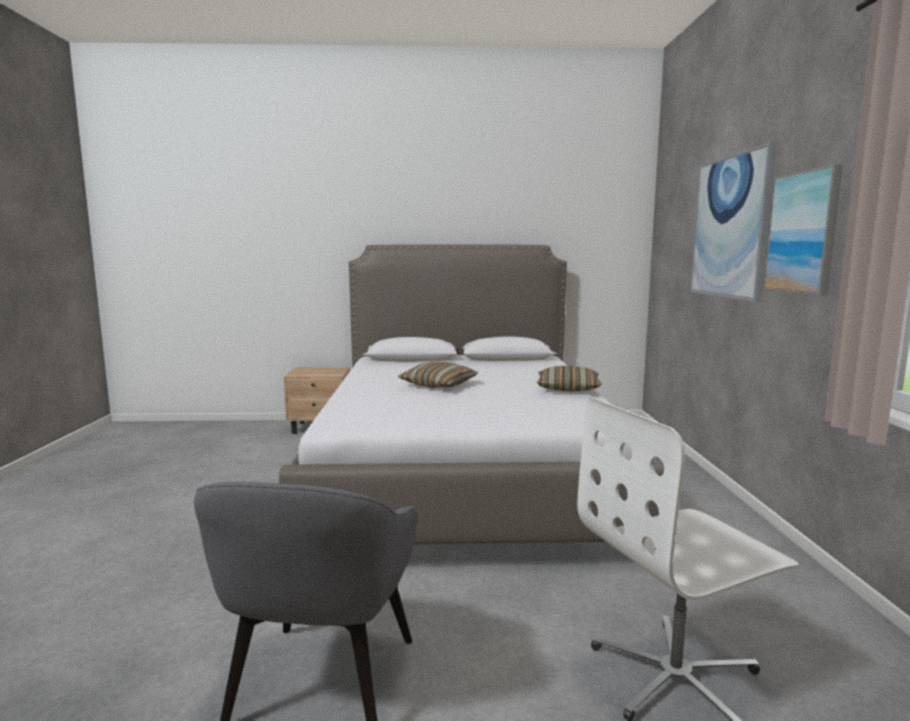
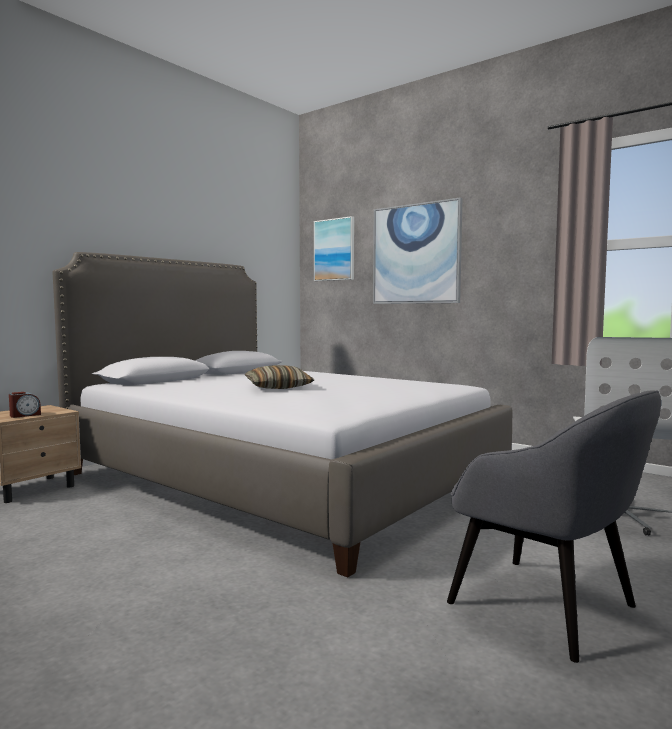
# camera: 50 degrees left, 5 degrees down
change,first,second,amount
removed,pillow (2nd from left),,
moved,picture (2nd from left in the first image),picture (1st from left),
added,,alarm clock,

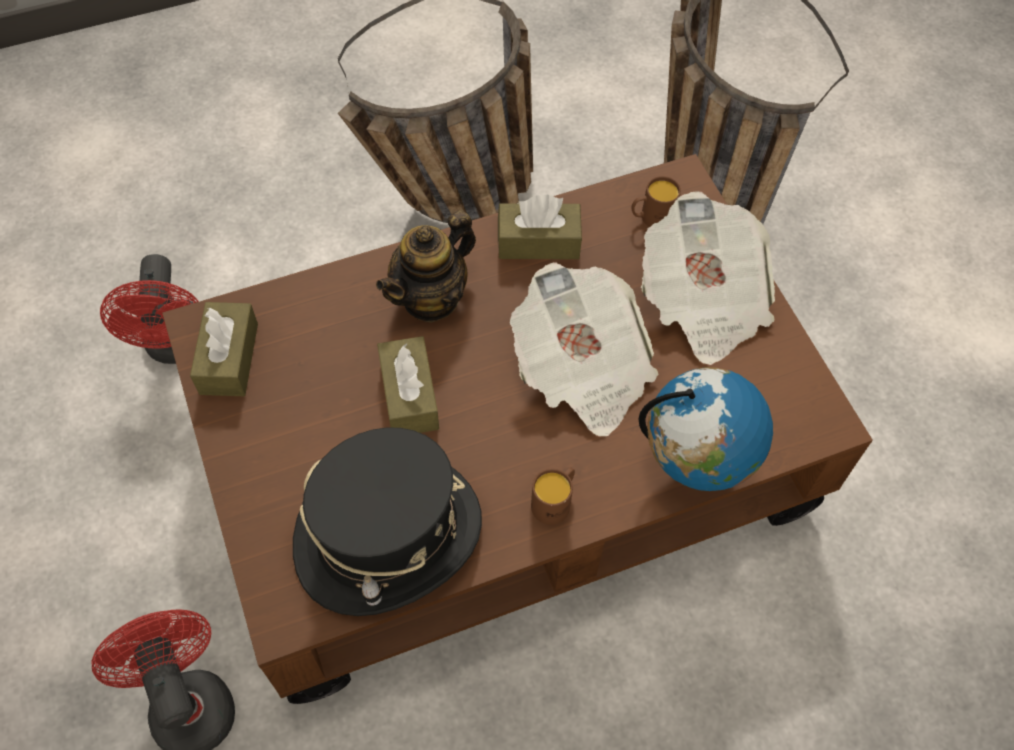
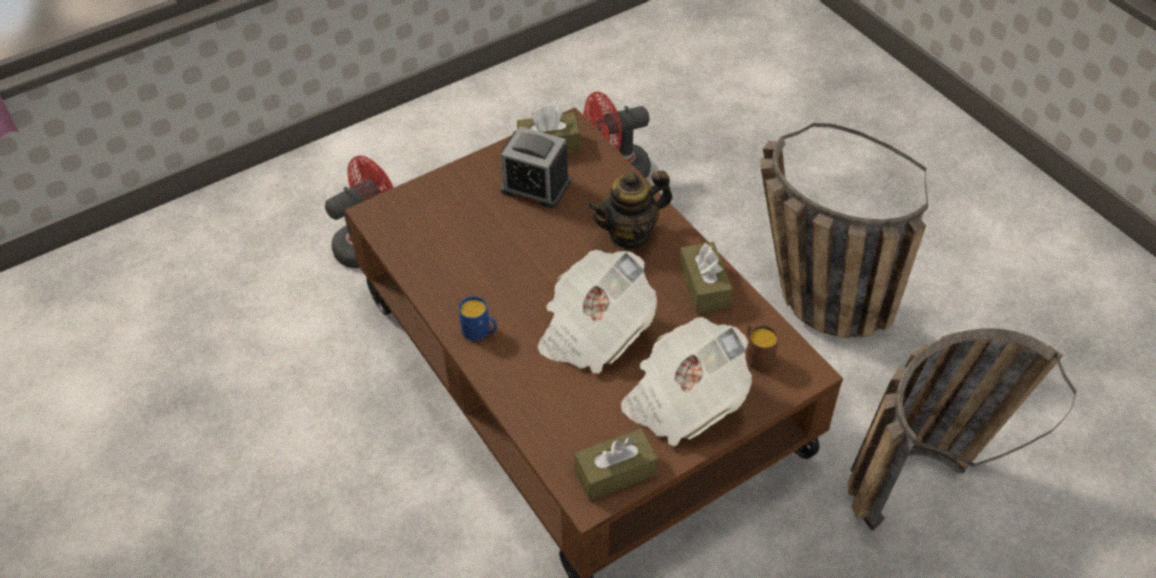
# camera: 80 degrees right, 10 degrees down
change,first,second,amount
removed,black hat,,
turned,teapot,,60 degrees counterclockwise
moved,brown tissue box (2nd from left),,
recoloured,brown mug (1st from left),blue mug,
removed,globe,,
added,,alarm clock,

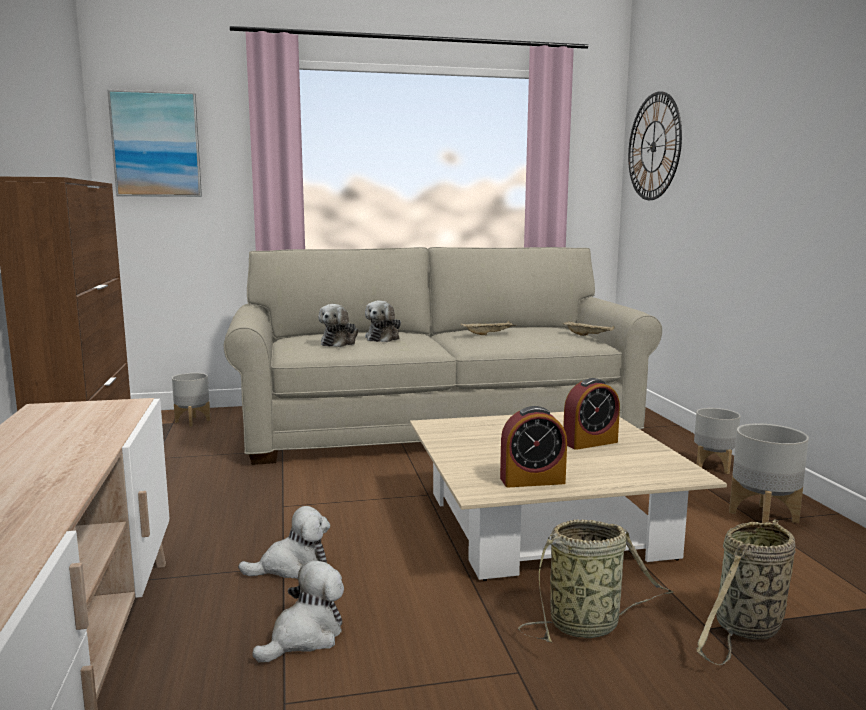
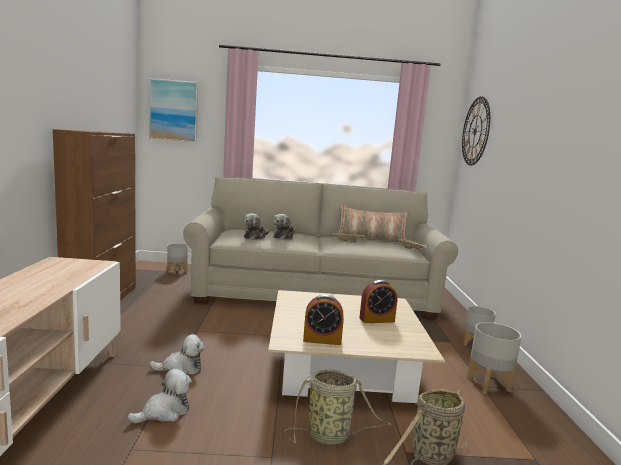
# camera: 10 degrees right, 0 degrees up
change,first,second,amount
added,,pillow,

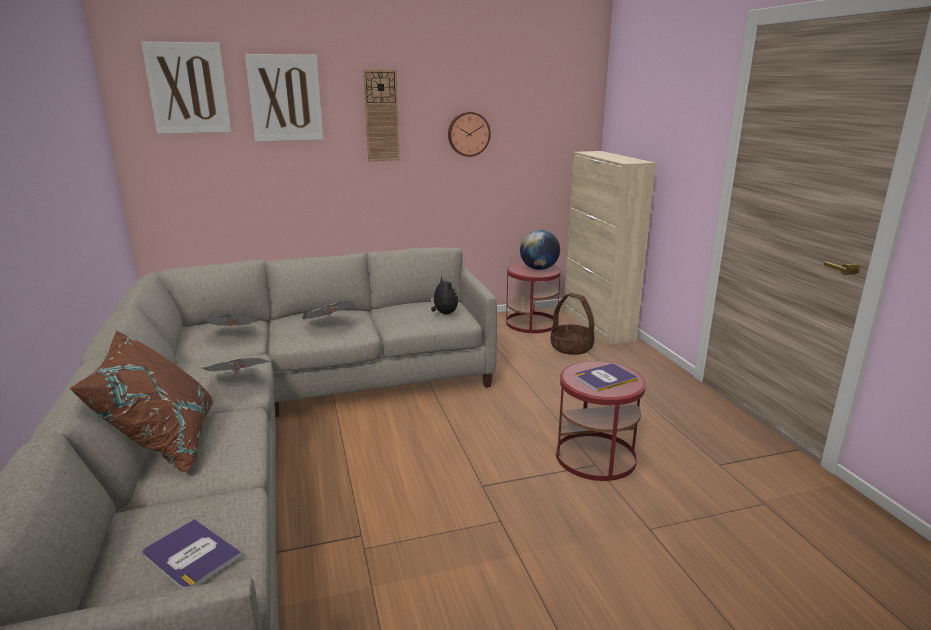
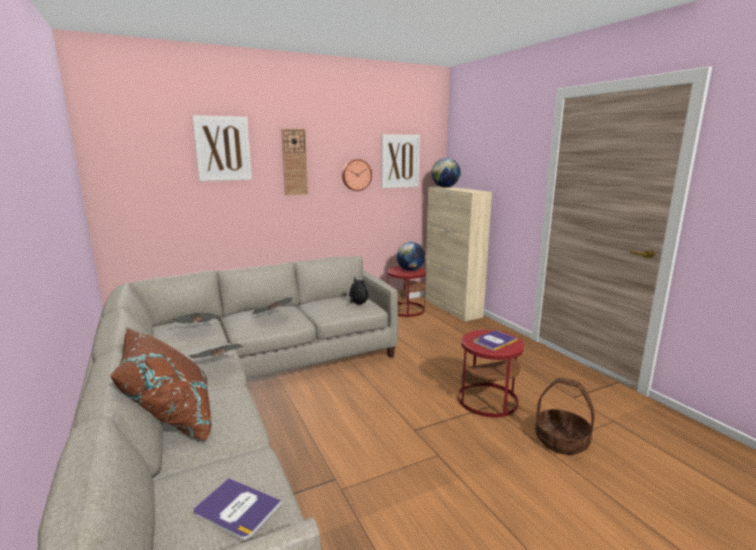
# camera: 10 degrees left, 5 degrees down
change,first,second,amount
moved,picture (1st from left in the first image),picture (2nd from left),
moved,basket,,
added,,globe (2nd from left),

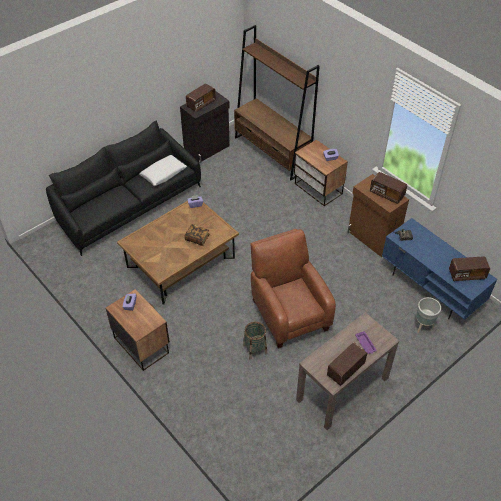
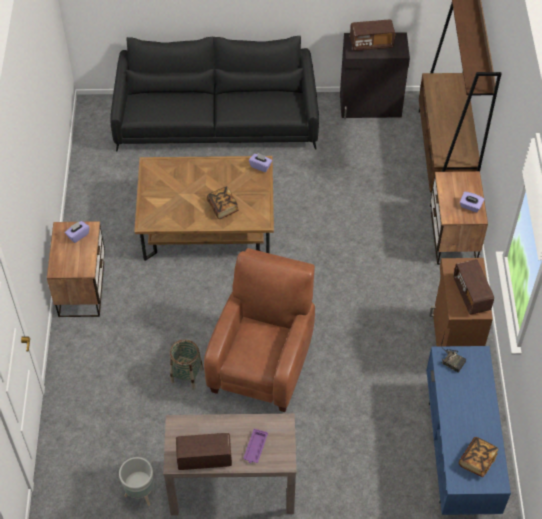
# camera: 40 degrees right, 5 degrees up
change,first,second,amount
removed,white pillow,,
moved,grey planter,,
replaced,radio (5th from left),book (2nd from left),

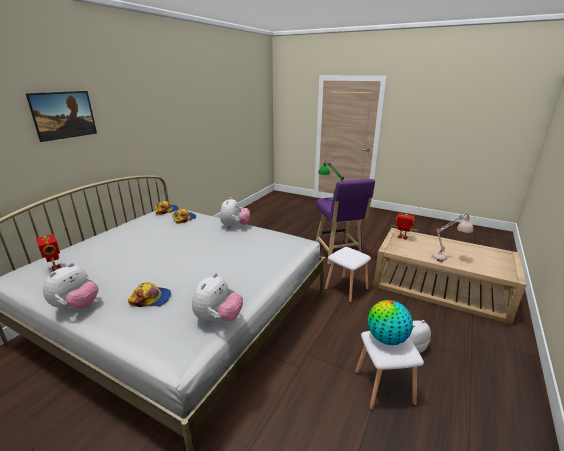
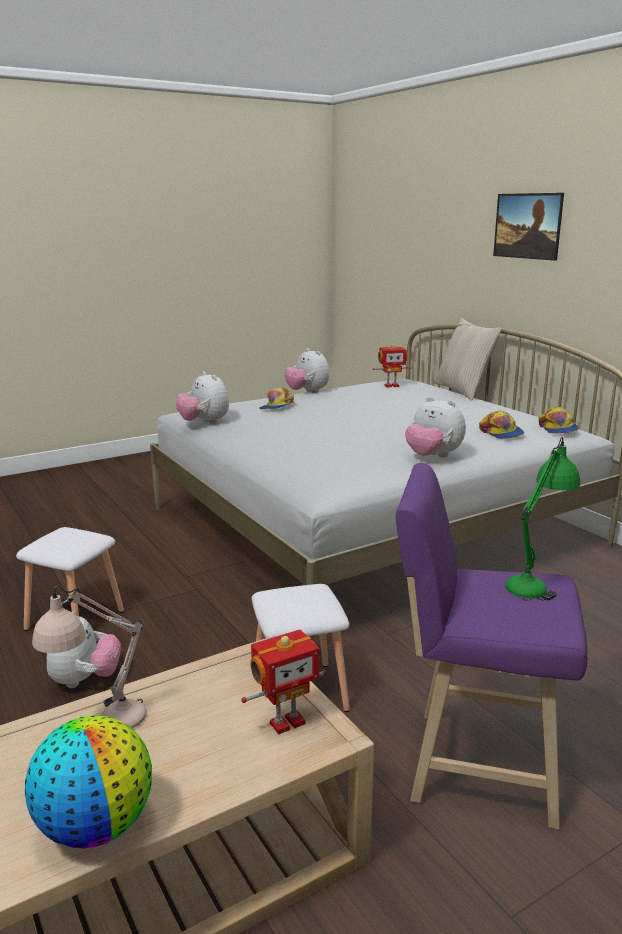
# camera: 120 degrees right, 5 degrees down
change,first,second,amount
moved,globe,,
added,,beige pillow,

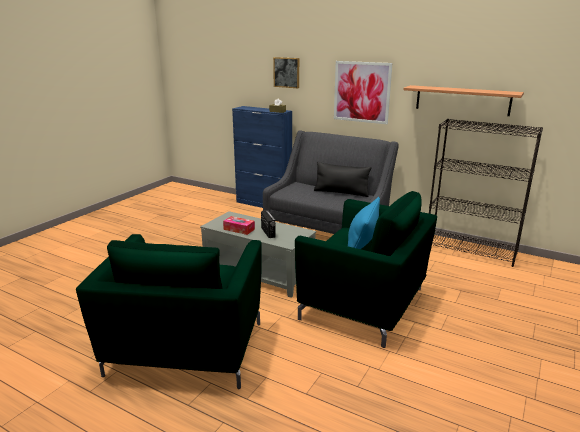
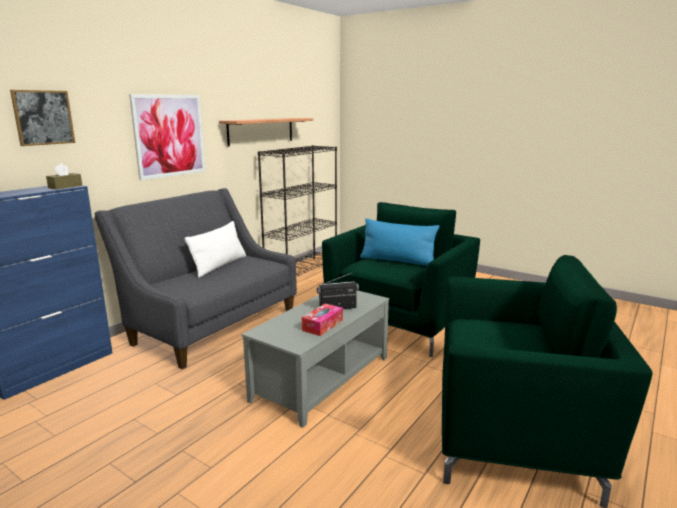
# camera: 85 degrees left, 5 degrees down
change,first,second,amount
recoloured,black pillow,white pillow,

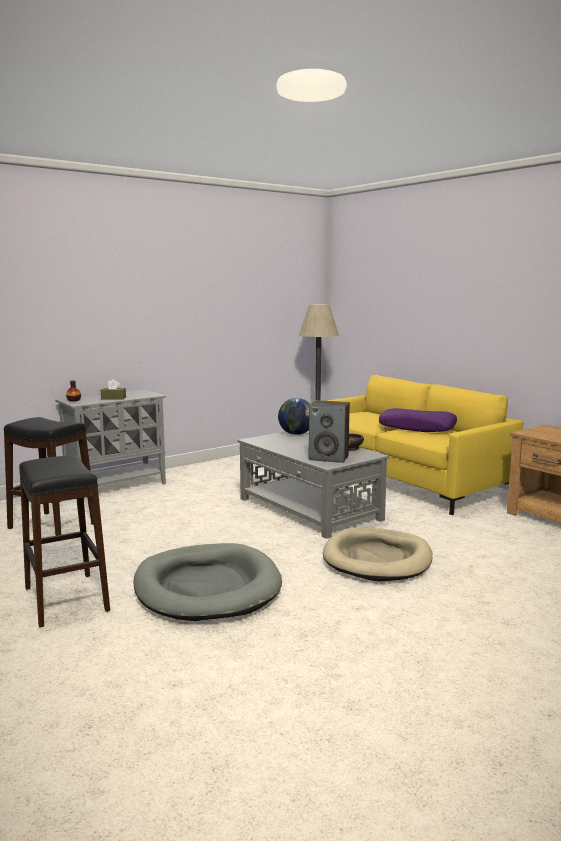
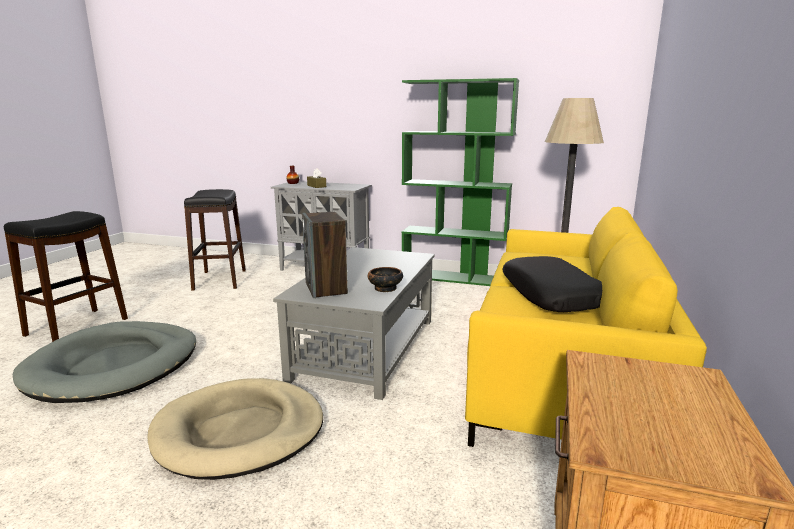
# camera: 55 degrees right, 5 degrees up
change,first,second,amount
removed,globe,,
recoloured,purple pillow,black pillow,
added,,green bookcase,

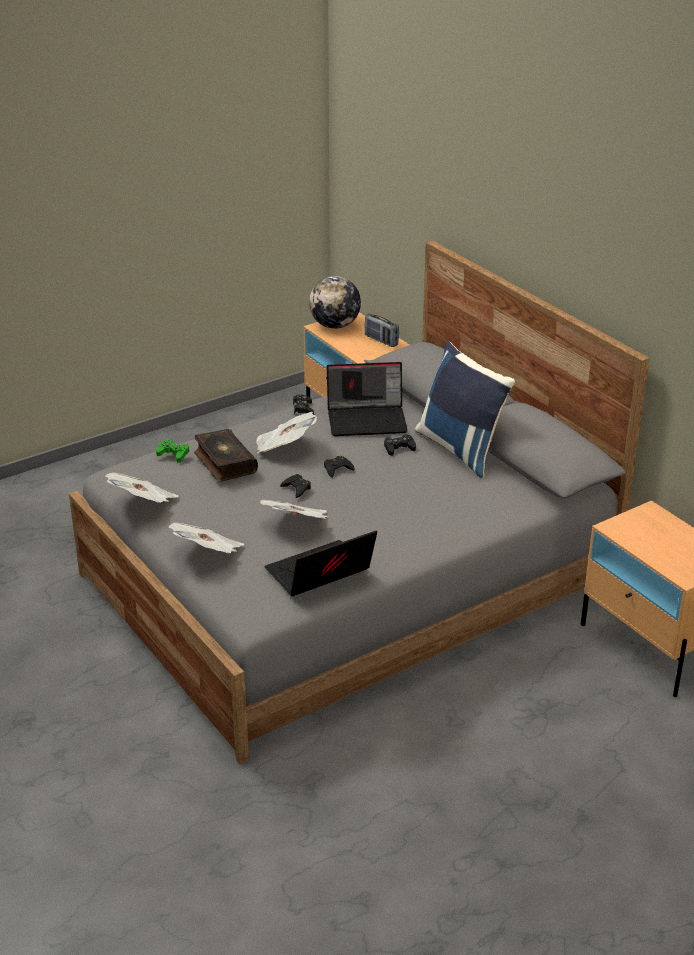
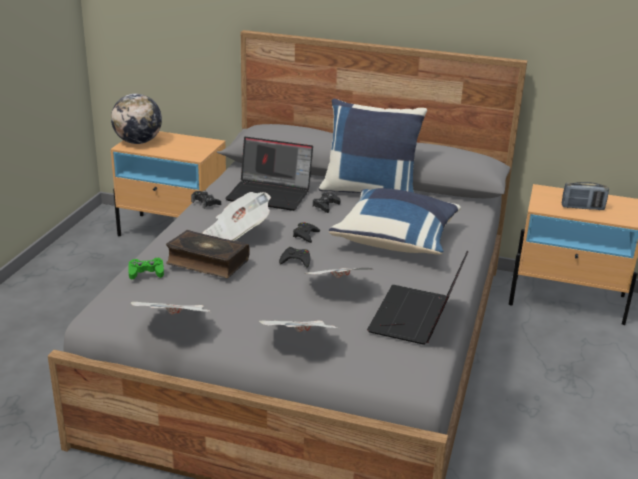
# camera: 40 degrees left, 5 degrees down
change,first,second,amount
turned,laptop (2nd from left in the first image),laptop (1st from left),60 degrees clockwise
moved,radio,,
added,,blue pillow (2nd from left),

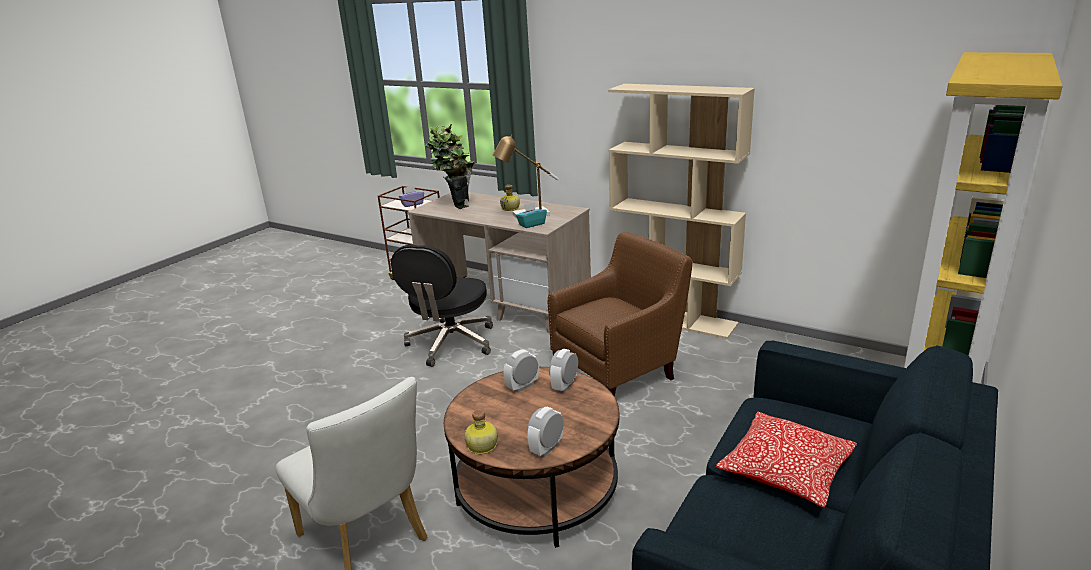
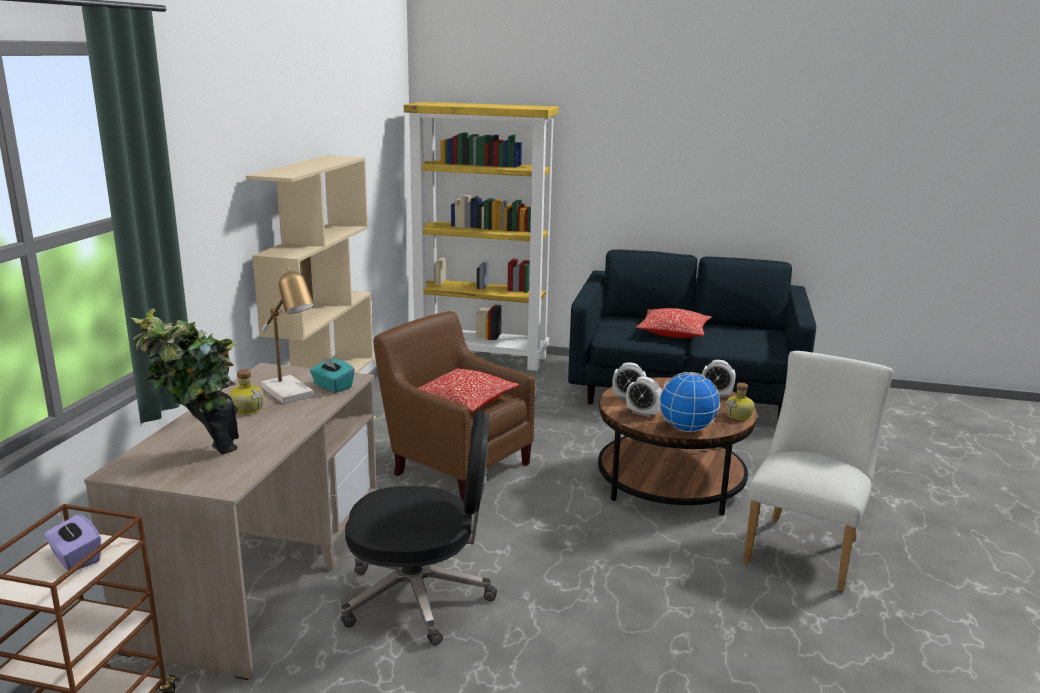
# camera: 110 degrees left, 5 degrees down
change,first,second,amount
added,,pillow (1st from left),
added,,globe,

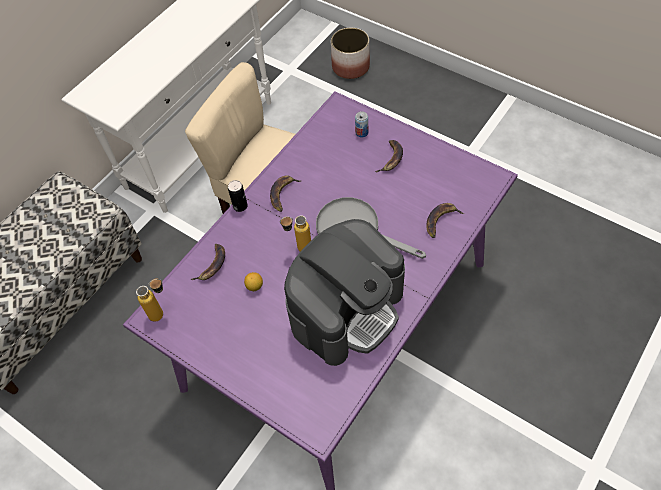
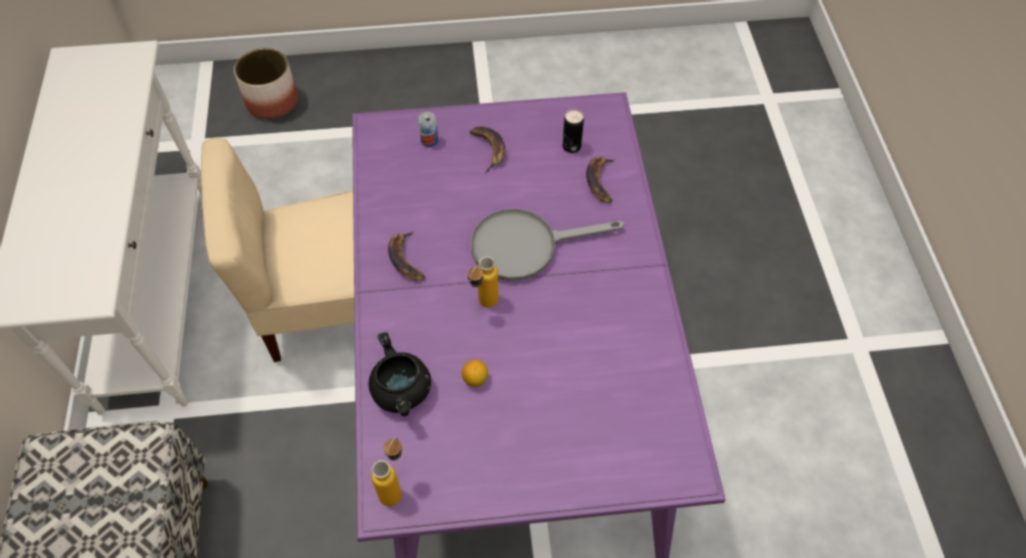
# camera: 45 degrees left, 0 degrees up
change,first,second,amount
replaced,banana (1st from left),black cooking pot,
moved,can (1st from left in the first image),can (2nd from left),
removed,coffee machine,,

